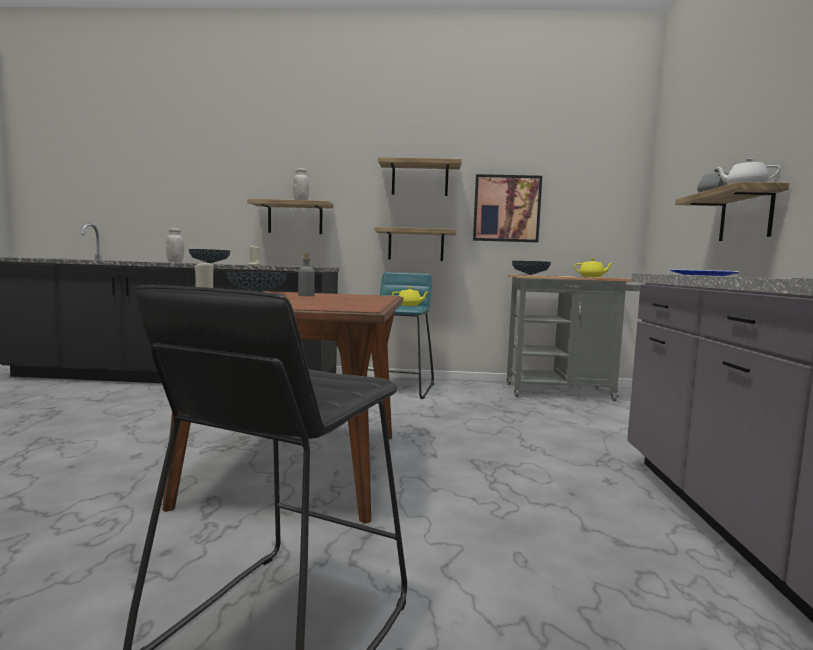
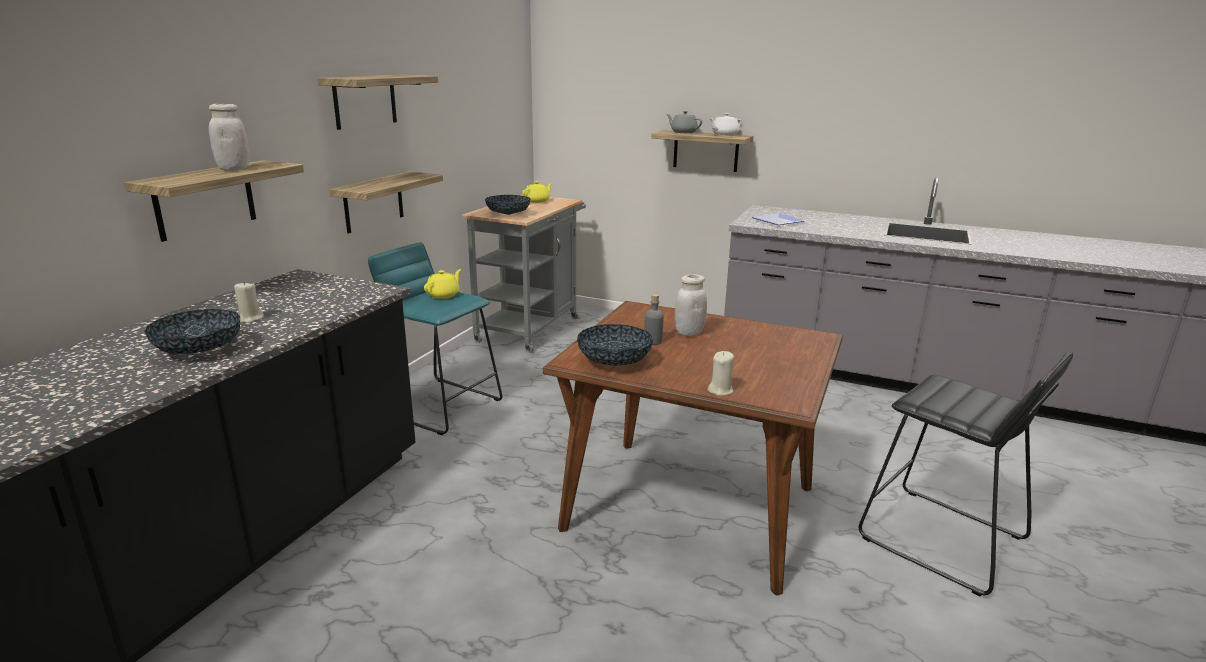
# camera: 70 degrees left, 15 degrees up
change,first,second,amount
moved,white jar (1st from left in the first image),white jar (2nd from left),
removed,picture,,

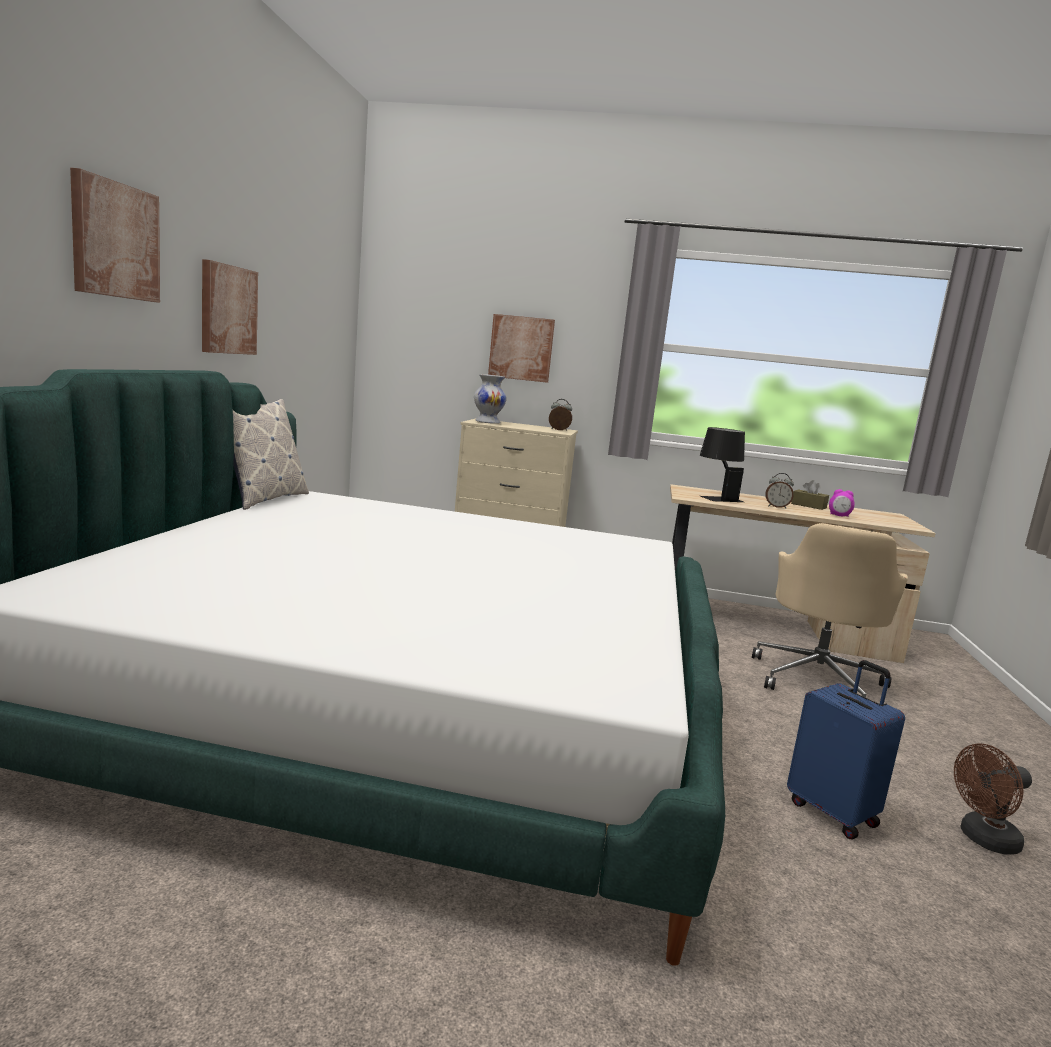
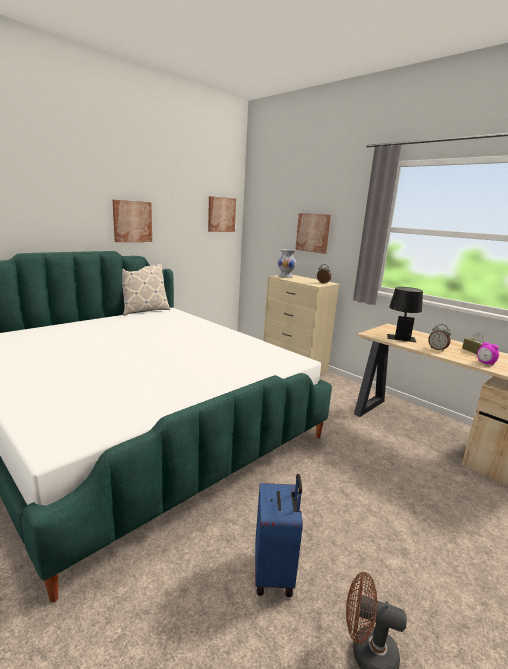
# camera: 35 degrees right, 5 degrees up
change,first,second,amount
moved,picture (1st from left in the first image),picture (2nd from left),
removed,beige office chair,,

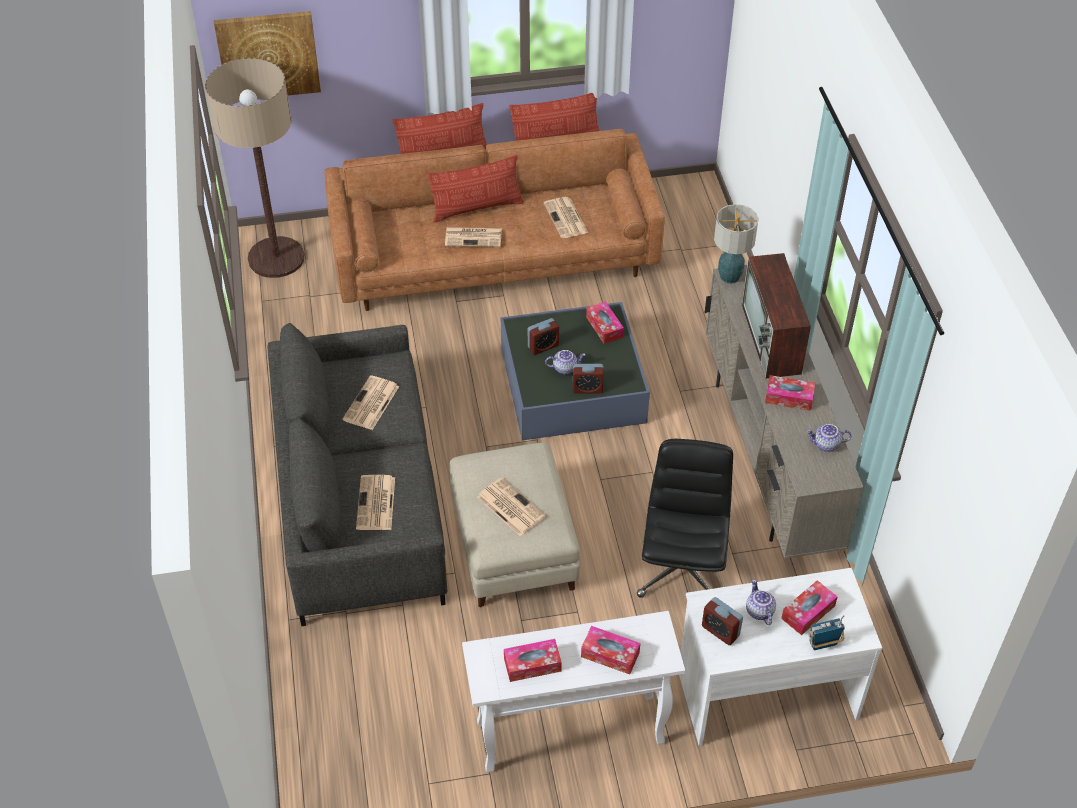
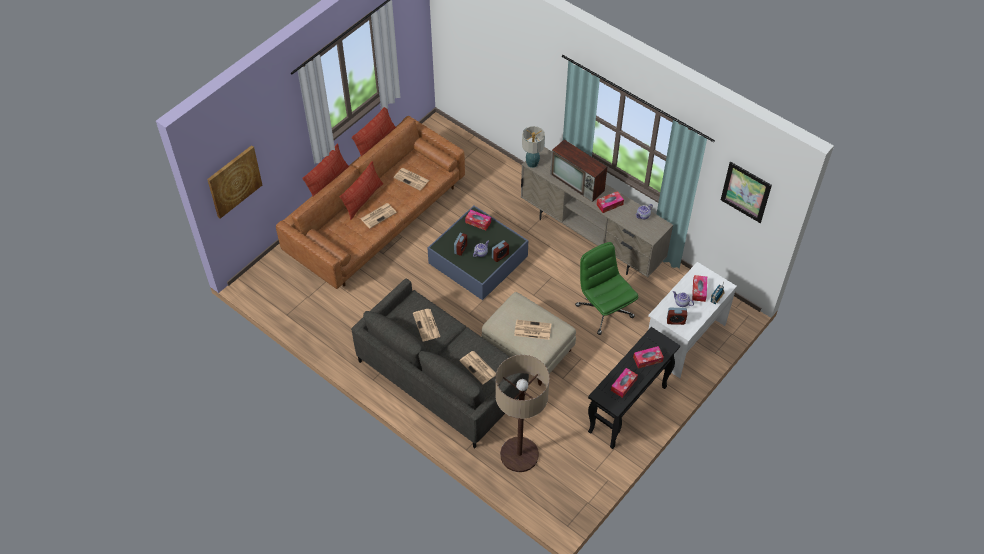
# camera: 40 degrees left, 5 degrees up
change,first,second,amount
moved,floor lamp,,
recoloured,white console table,black console table,
recoloured,black office chair,green office chair,
added,,picture (2nd from left),

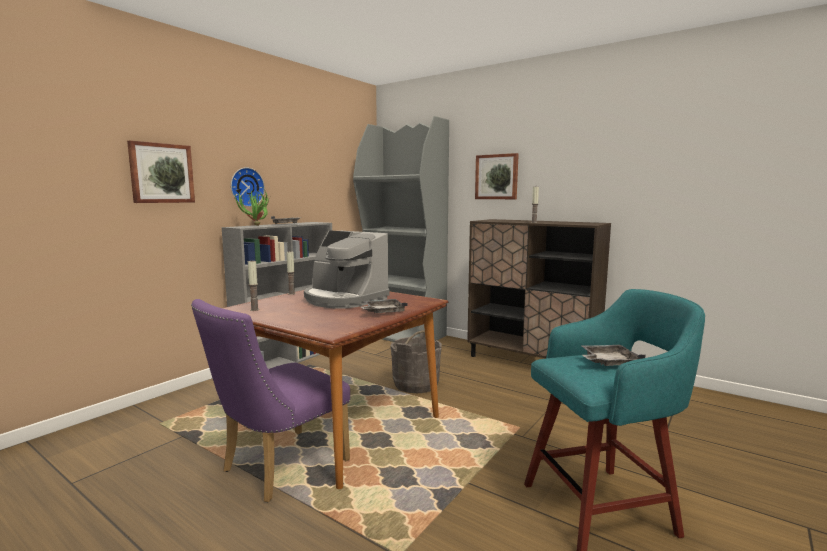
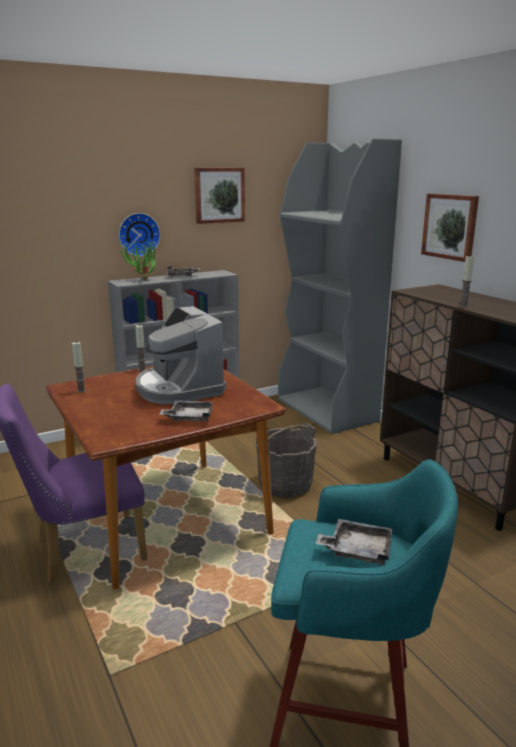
# camera: 25 degrees right, 10 degrees up
change,first,second,amount
moved,picture (1st from left),,

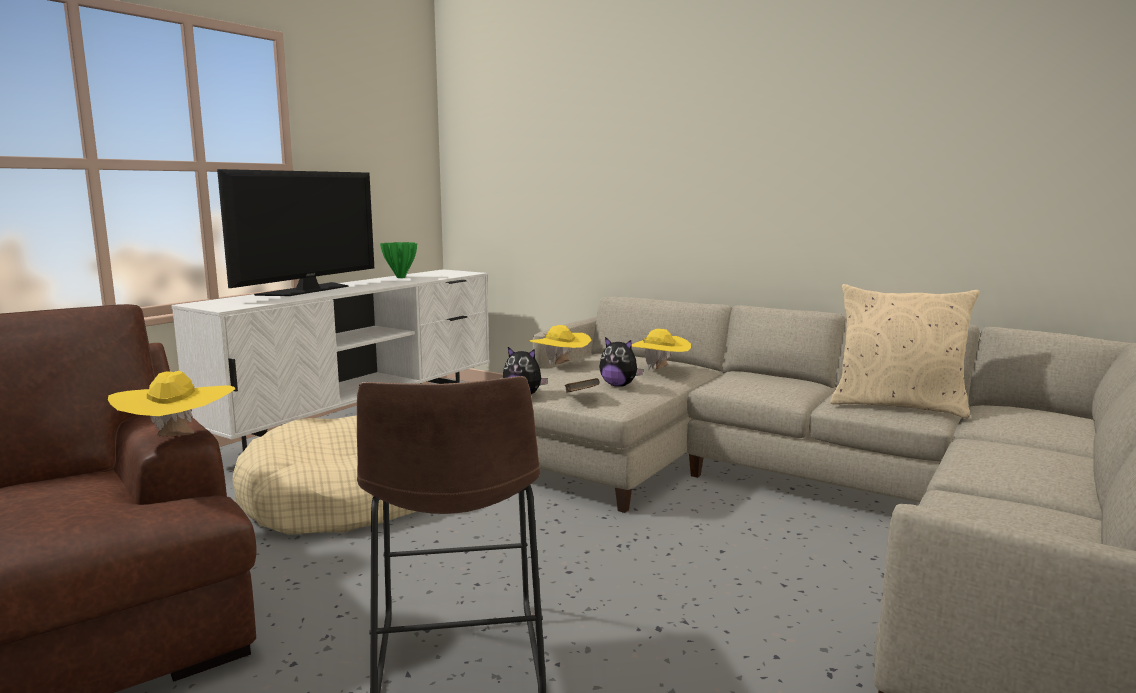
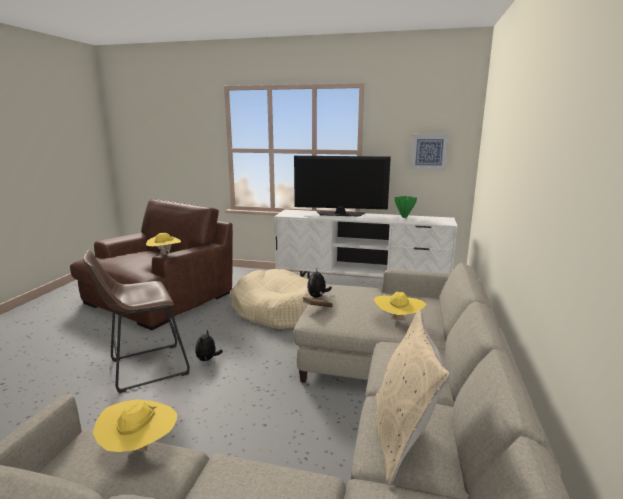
# camera: 70 degrees right, 5 degrees up
change,first,second,amount
moved,yellow hat (2nd from left in the first image),yellow hat (1st from left),
moved,plush toy (2nd from left in the first image),plush toy (1st from left),
added,,picture,

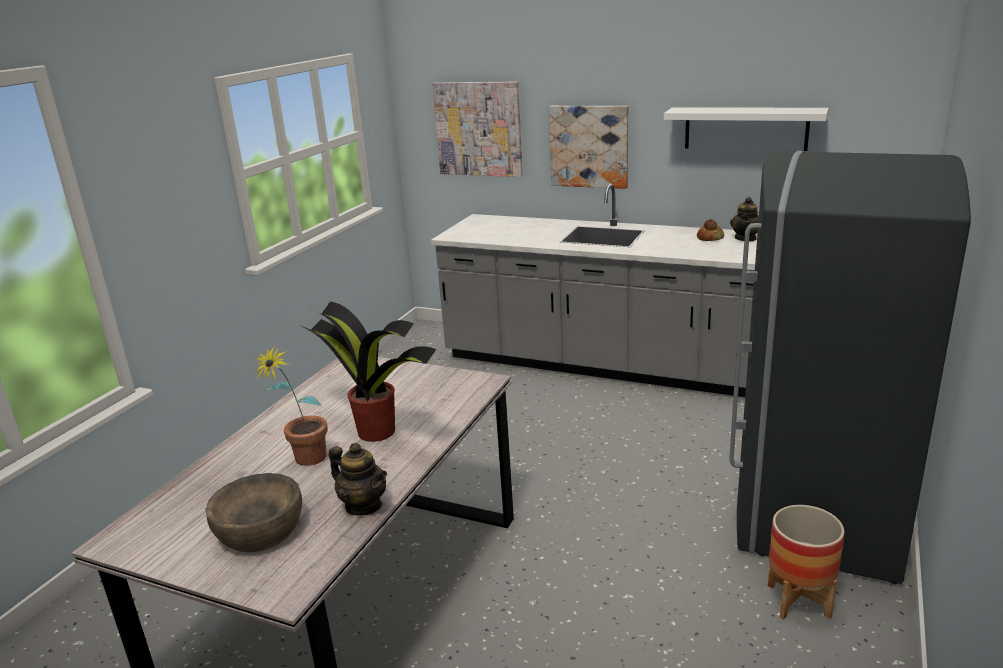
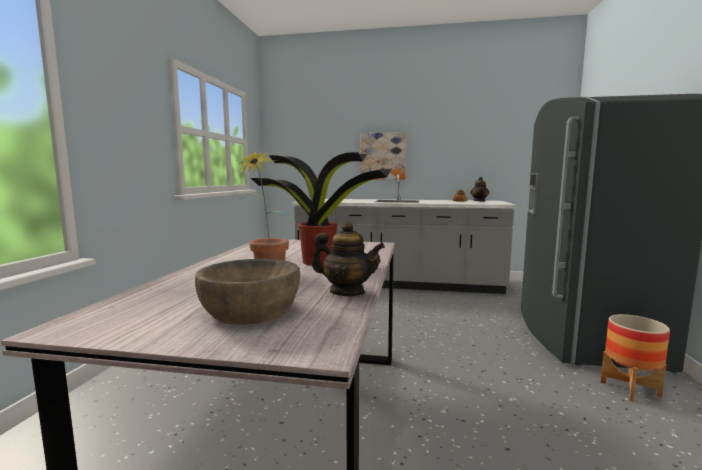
# camera: 15 degrees left, 15 degrees down
change,first,second,amount
removed,picture (1st from left),,
removed,white shelf,,

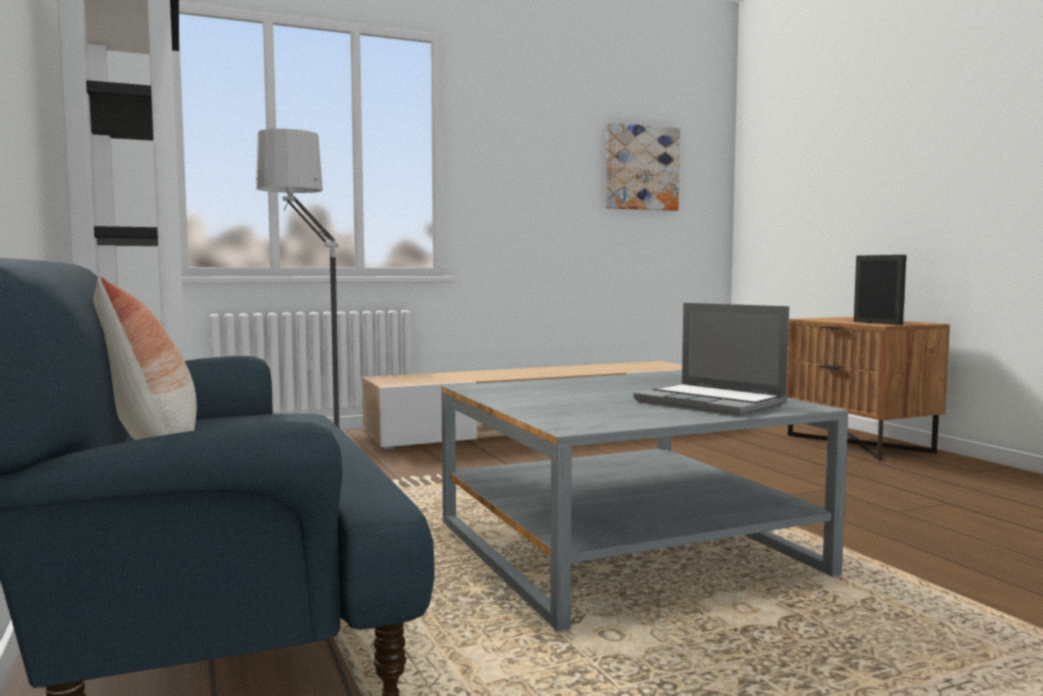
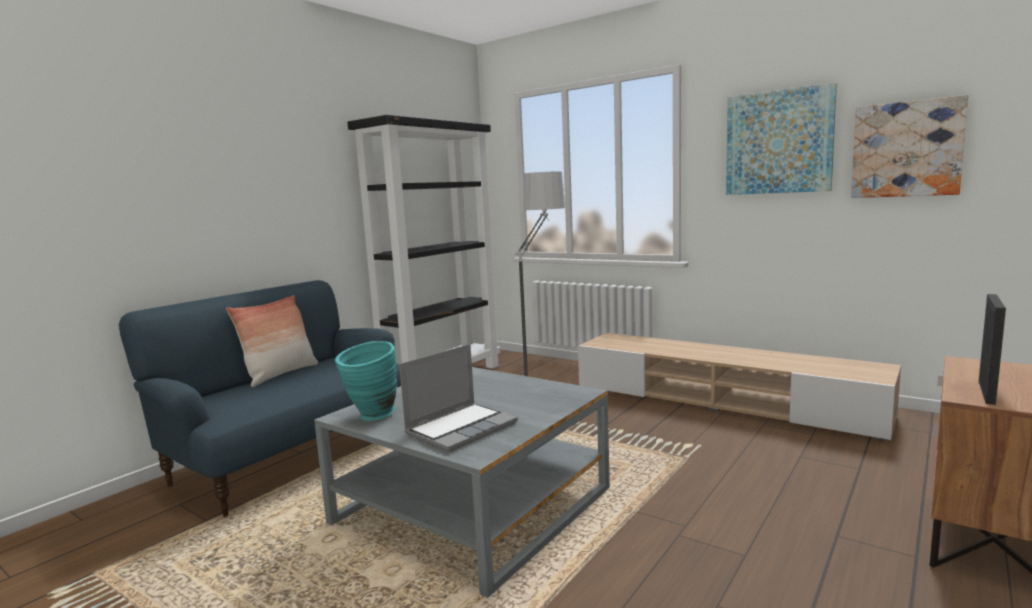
# camera: 60 degrees right, 5 degrees up
change,first,second,amount
turned,laptop,,150 degrees counterclockwise
added,,turquoise vase,
added,,picture (1st from left),

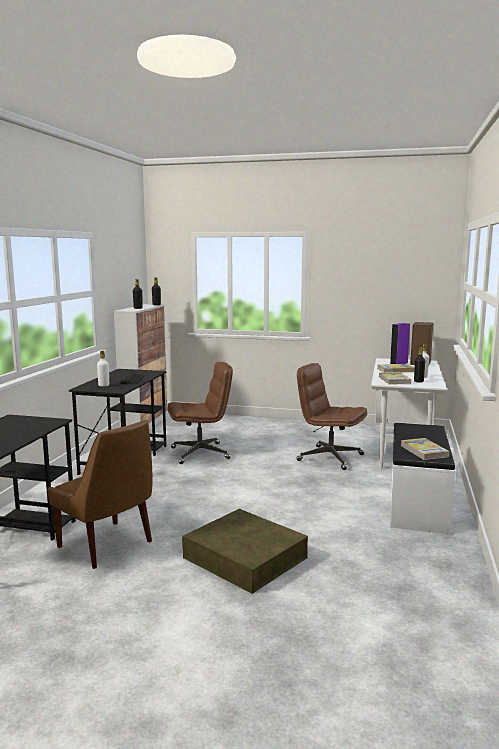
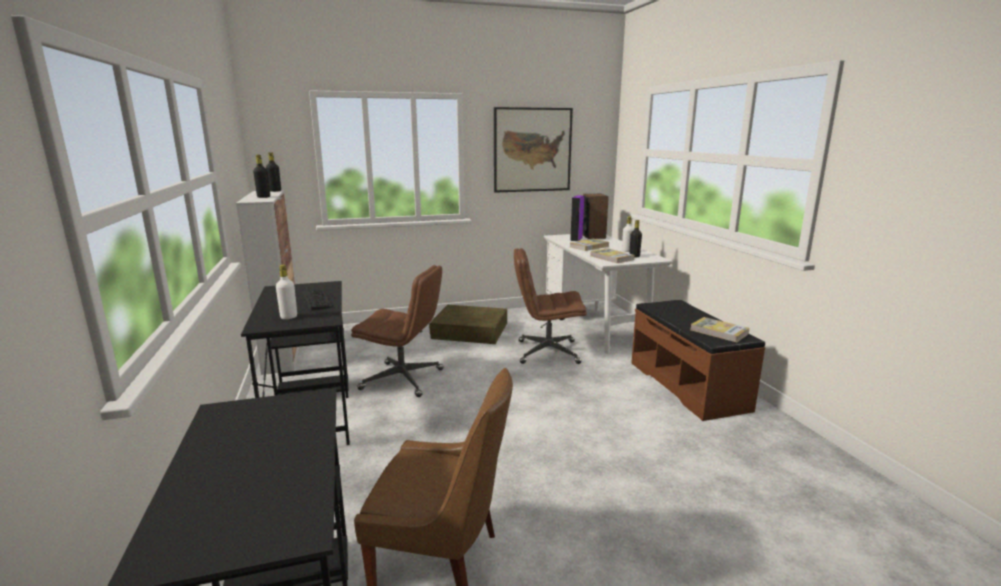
# camera: 30 degrees left, 5 degrees up
change,first,second,amount
turned,brown office chair (1st from left),,60 degrees clockwise
moved,brown storage box,,
recoloured,white bench,brown bench,
added,,picture,

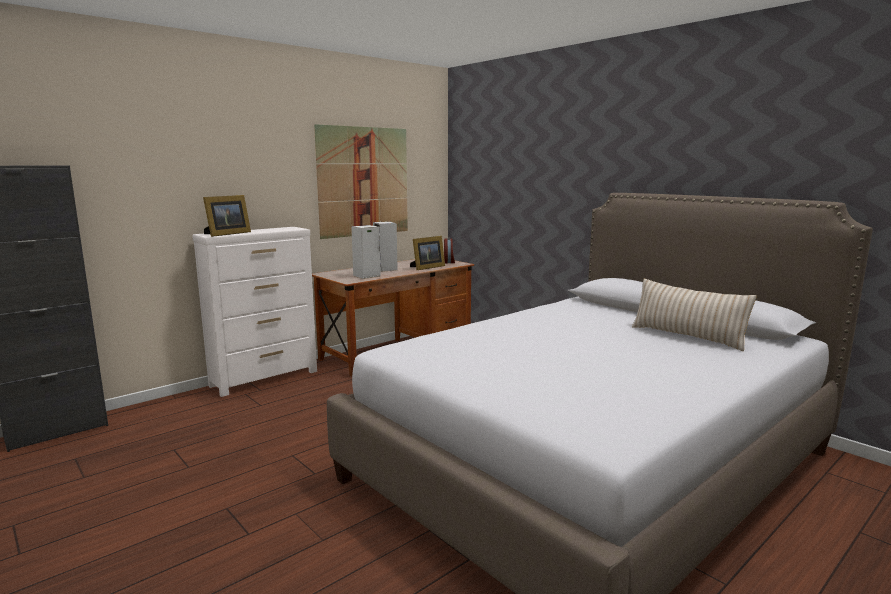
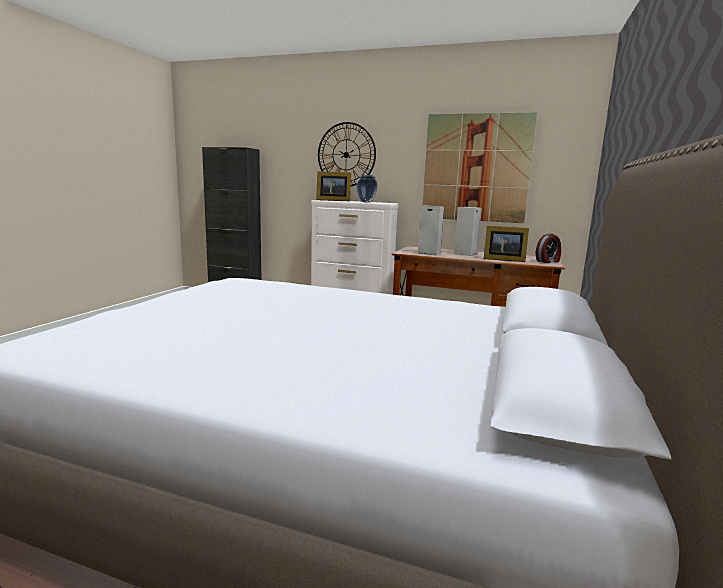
# camera: 60 degrees right, 0 degrees up
change,first,second,amount
removed,beige pillow,,
added,,wall clock,
added,,vase,

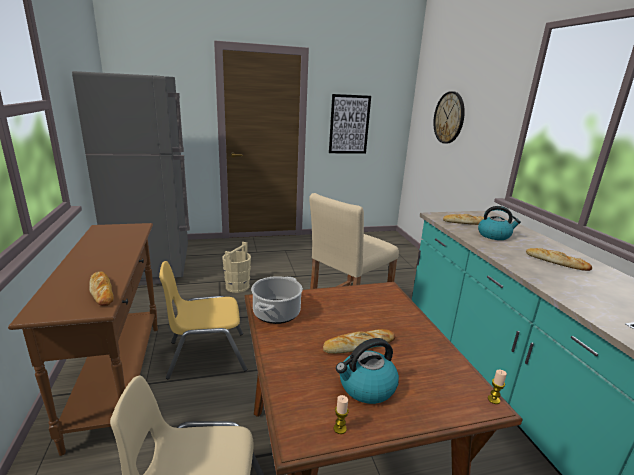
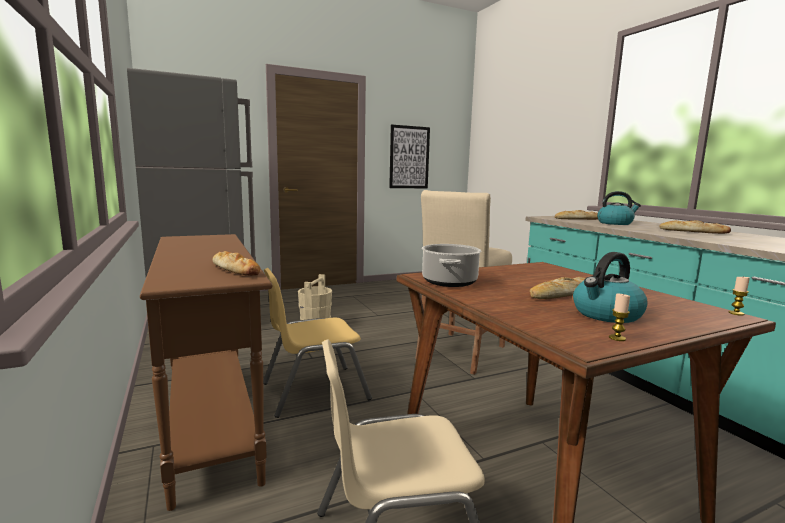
# camera: 10 degrees left, 10 degrees down
change,first,second,amount
removed,wall clock,,

